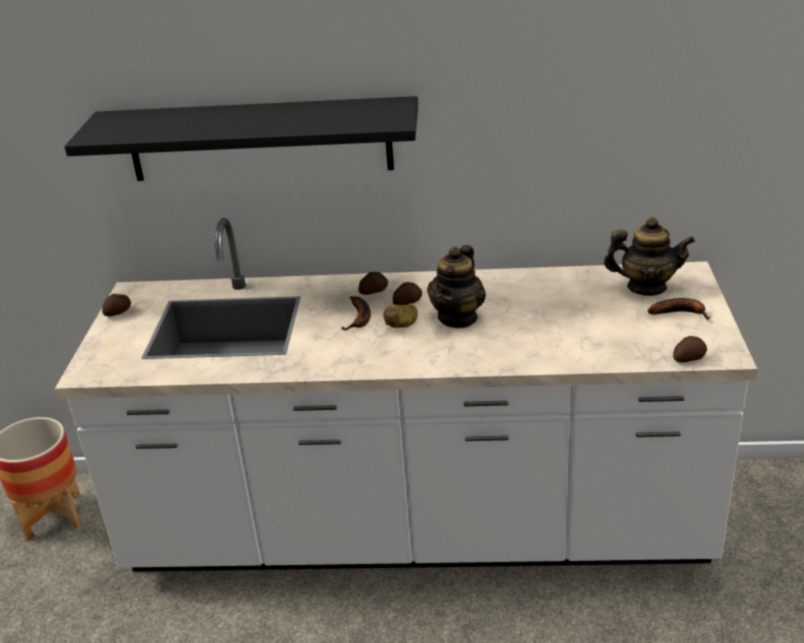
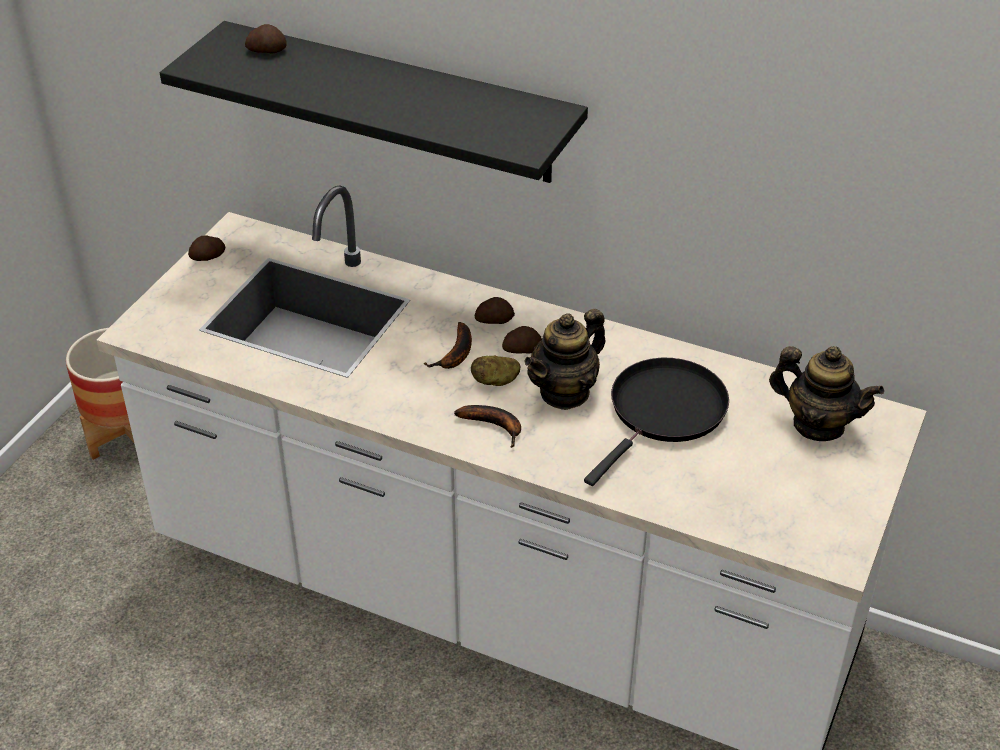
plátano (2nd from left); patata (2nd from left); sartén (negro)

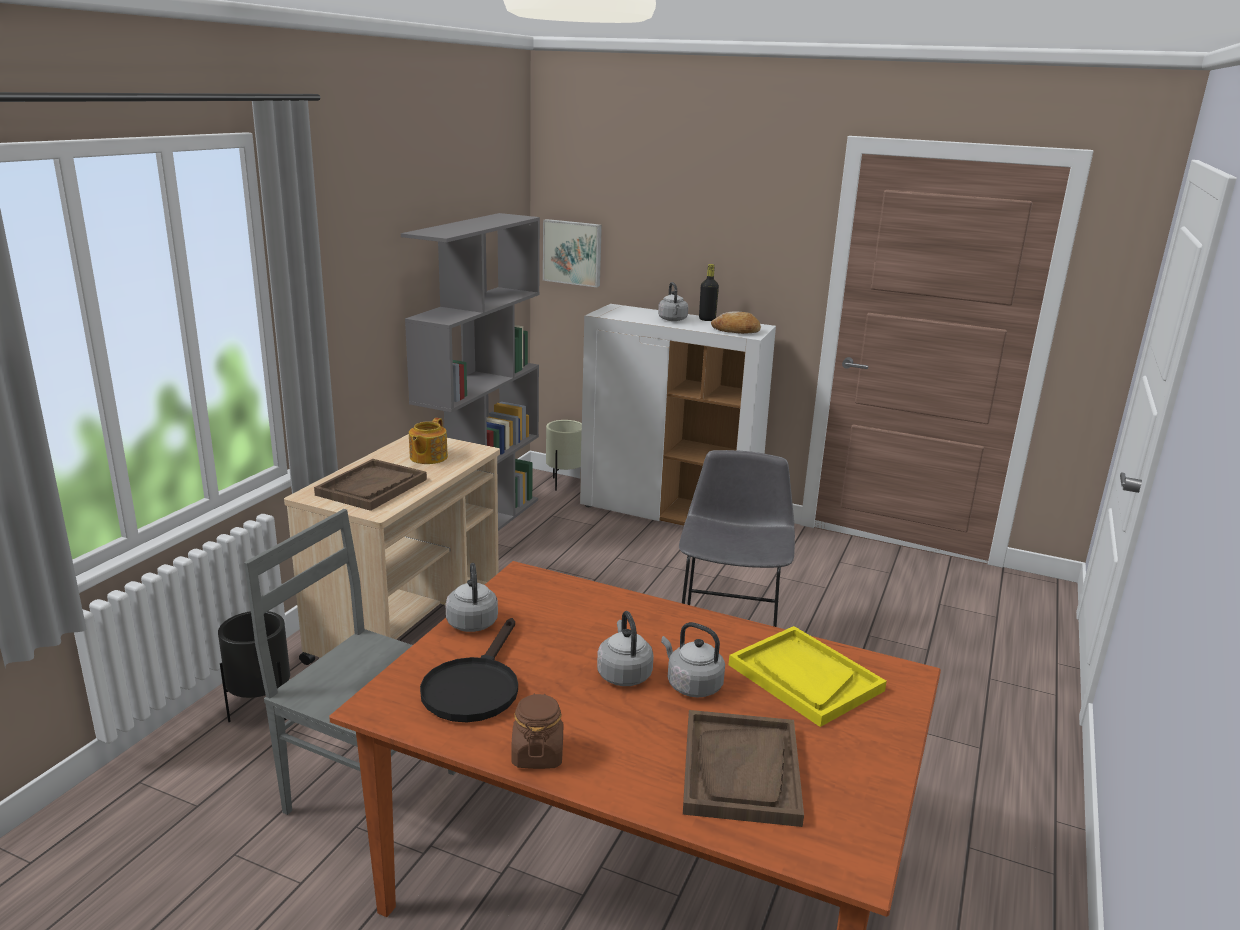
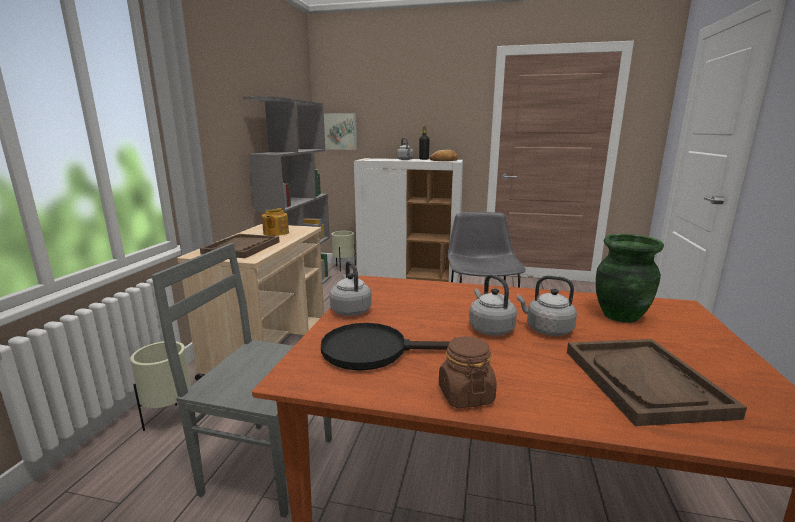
maceta (beis) (1st from left); sartén (negro); florero (verde)

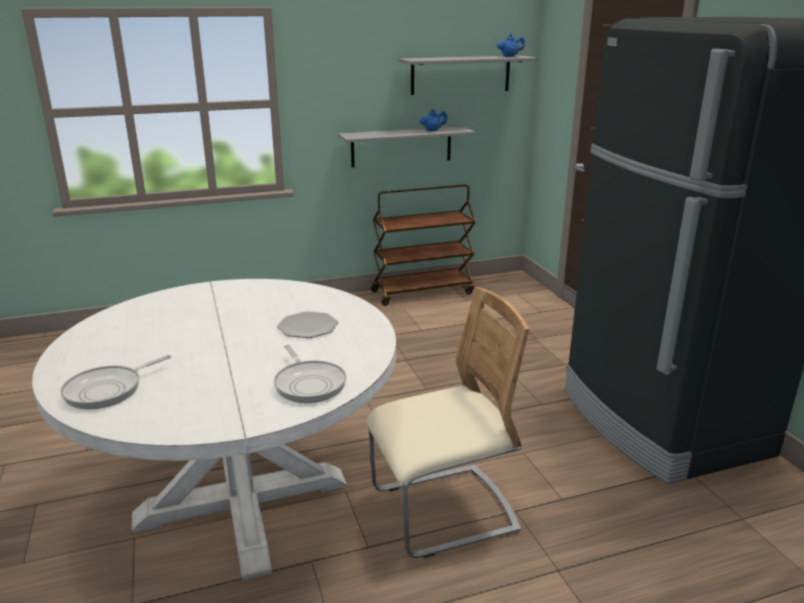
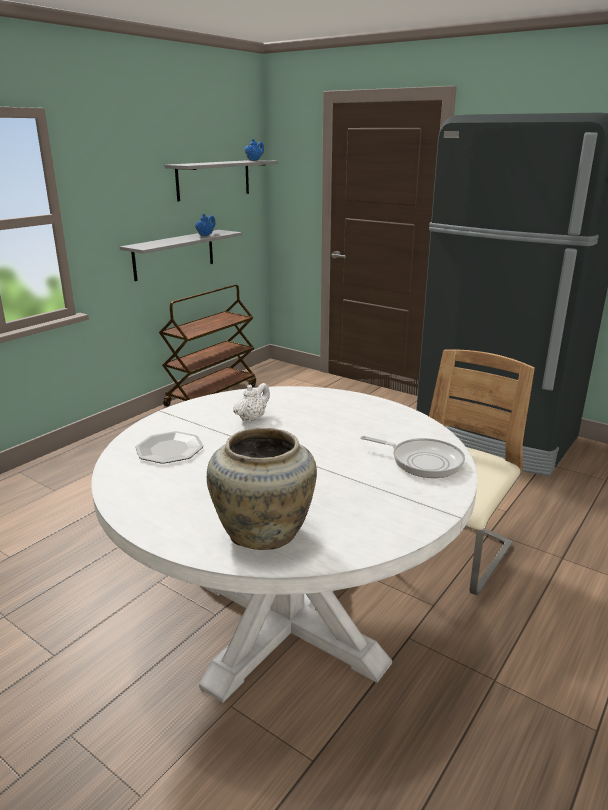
plato; florero (beis); tetera (blanco)

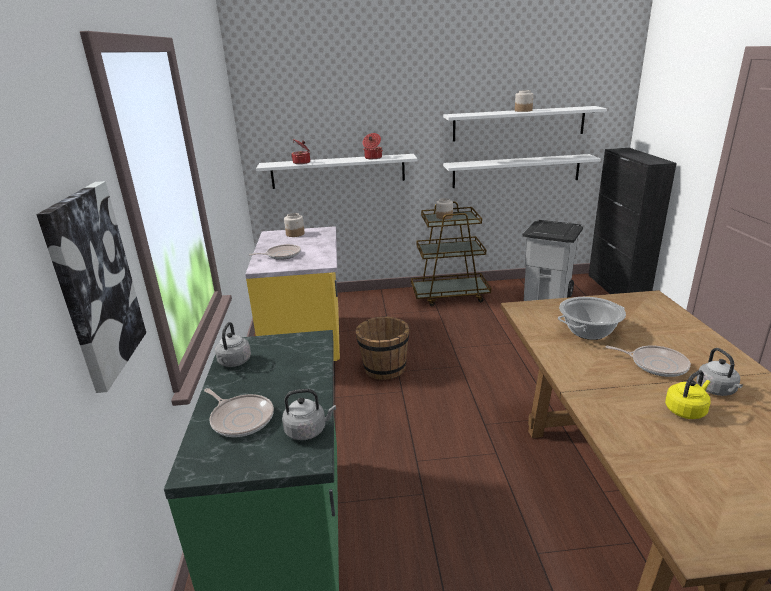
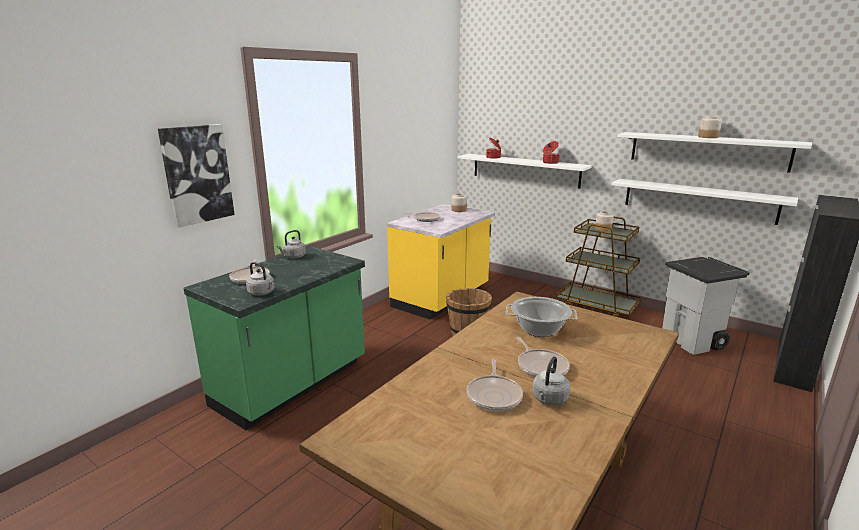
sartén (3rd from left)

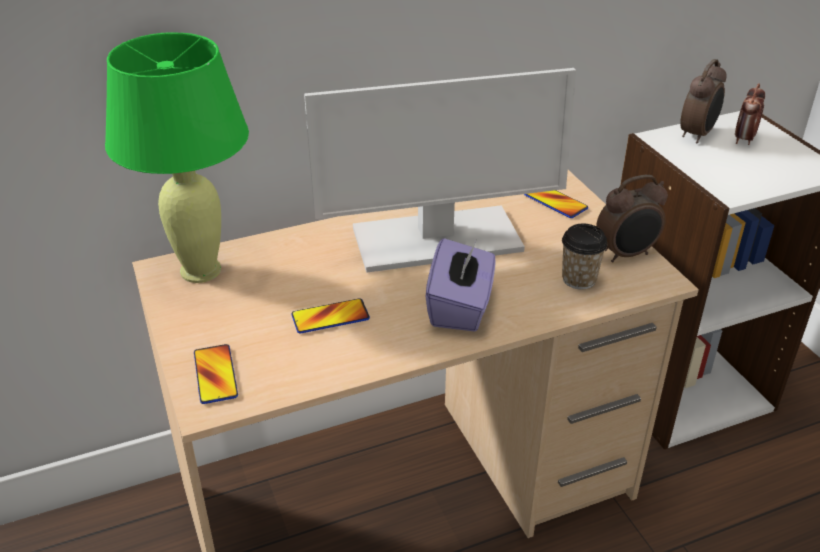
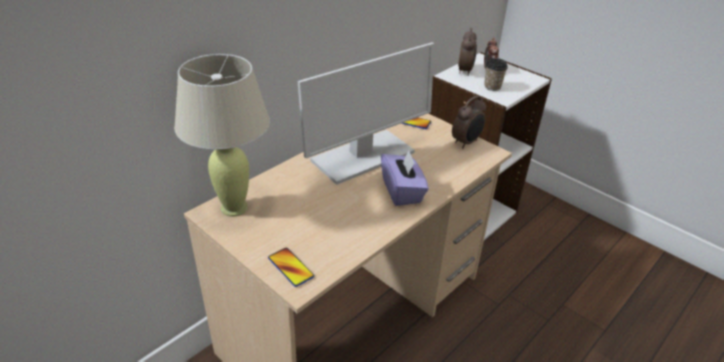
lámpara de mesa (beis); taza; móvil (2nd from left in the first image)

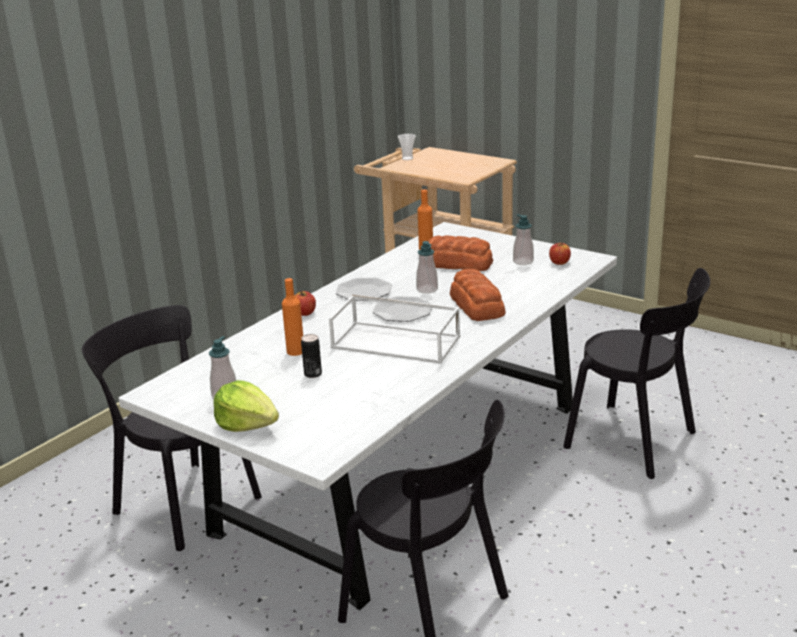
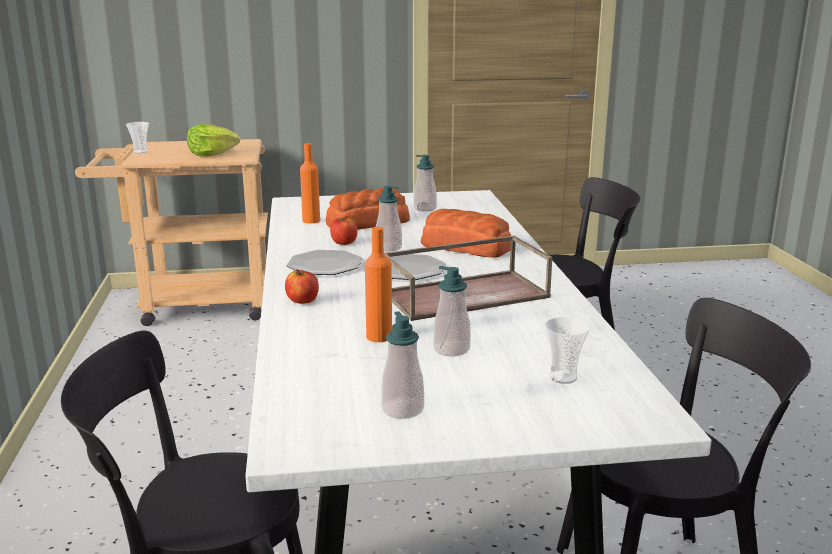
manzana (2nd from left); bandeja (marrón); dispensador de jabón (4th from left); lechuga; taza (2nd from left)

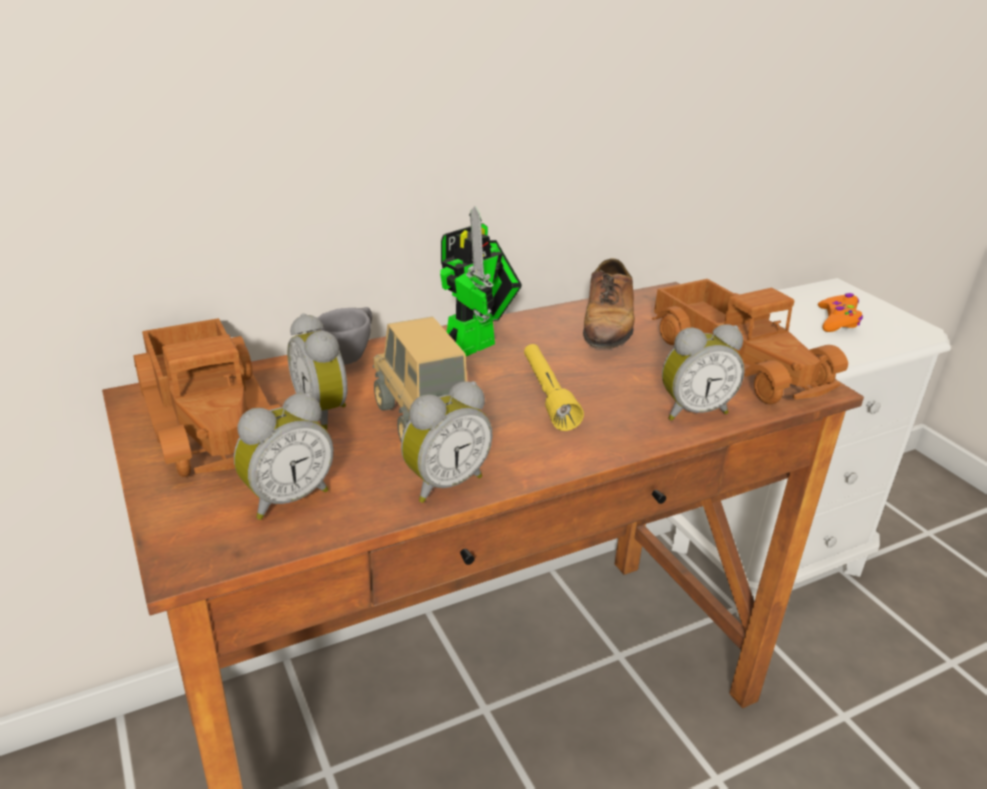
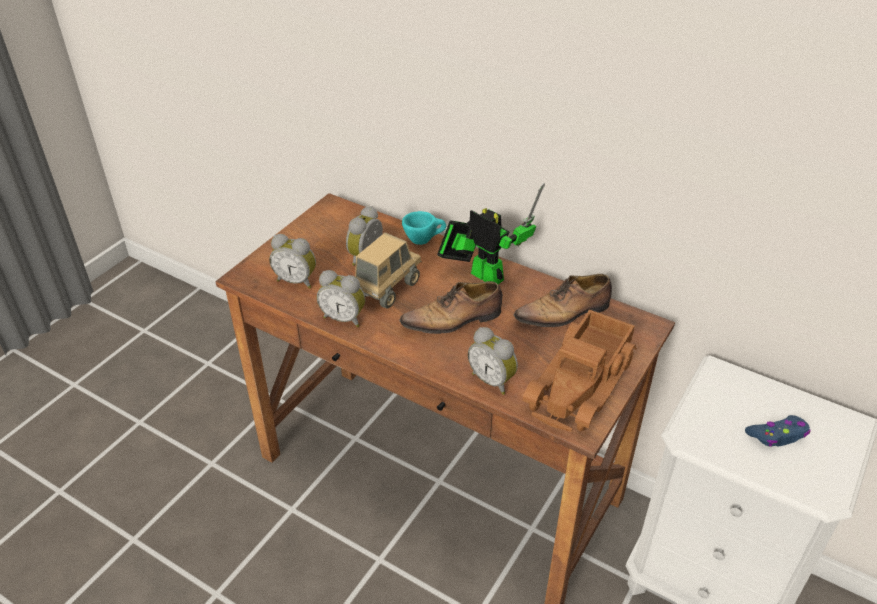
robot de juguete; mando de consola (azul); taza (turquesa); camión de juguete (1st from left in the first image); zapato (1st from left)

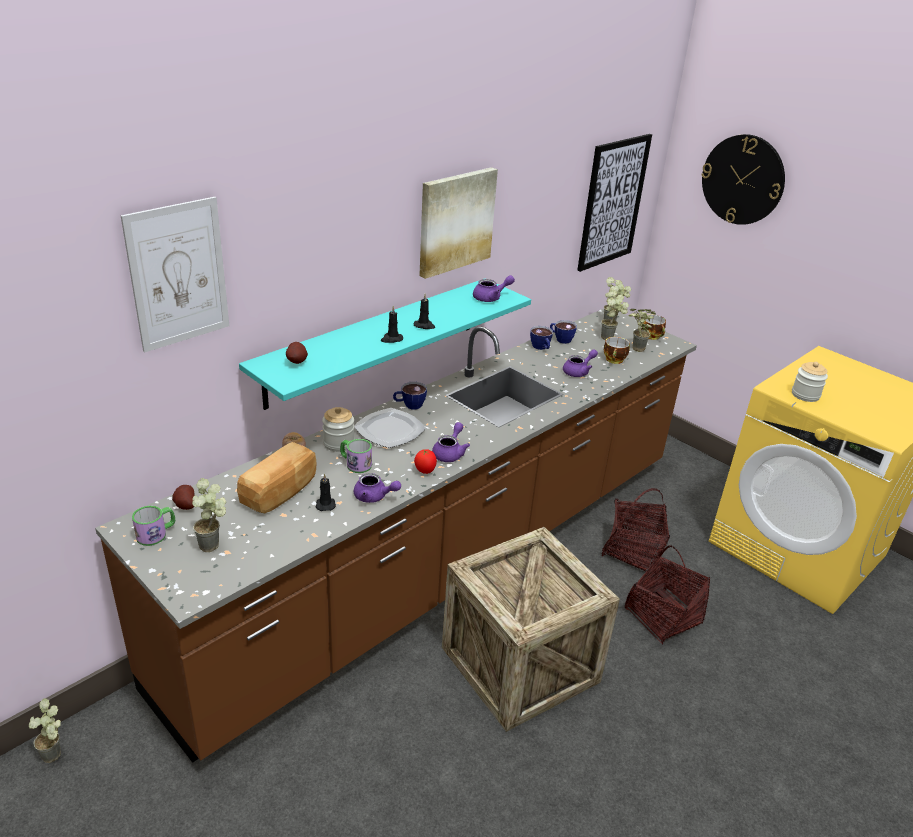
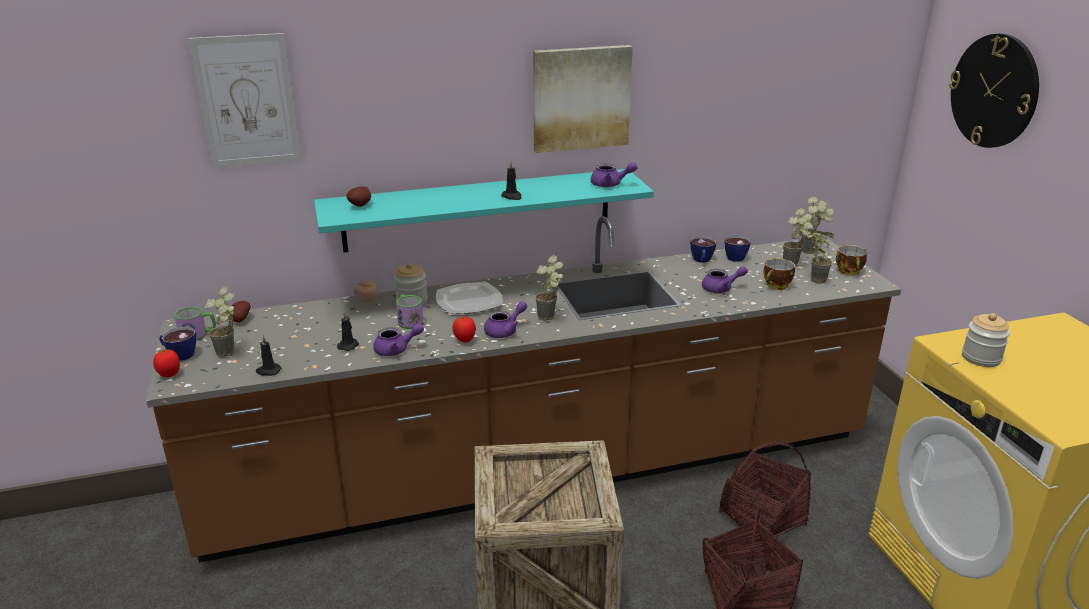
cuadro (3rd from left in the first image); vela (negro) (1st from left); taza (1st from left); pan; tetera (morado) (1st from left); planta en maceta (2nd from left); tomate (1st from left)

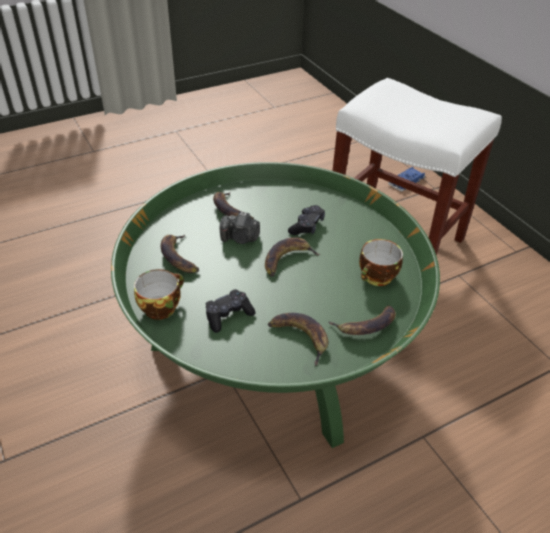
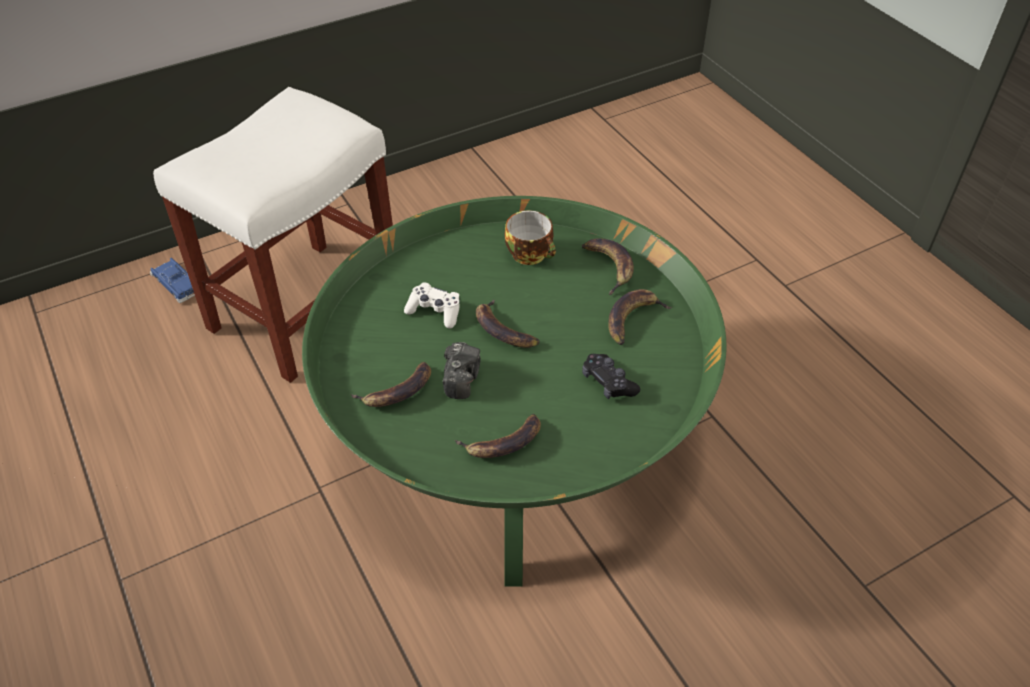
mando de consola (blanco); taza (1st from left in the first image)

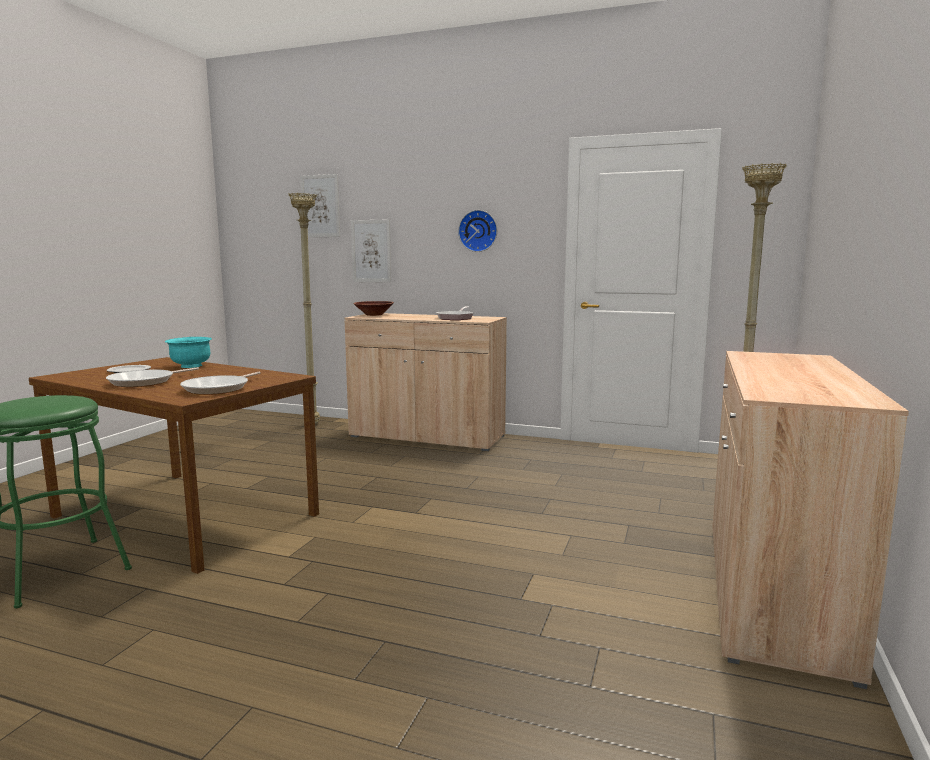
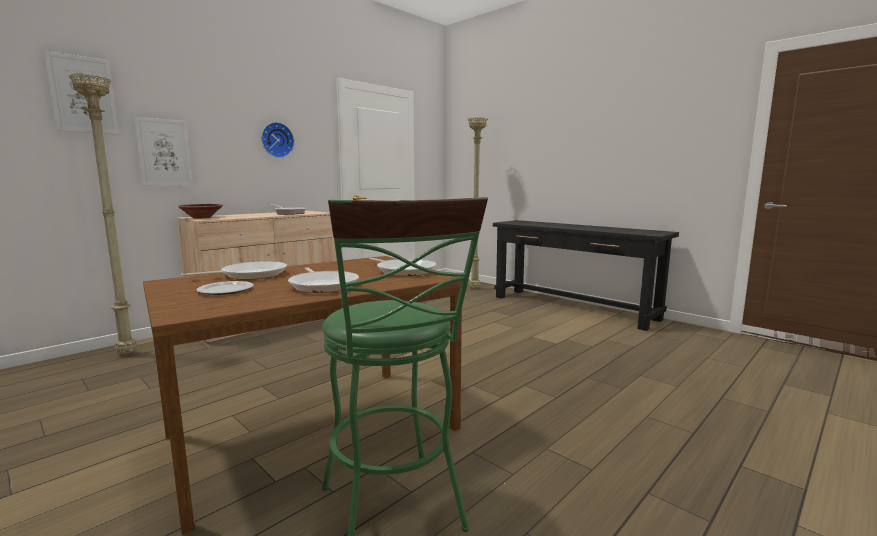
sartén (1st from left); mesa consola (negro)

